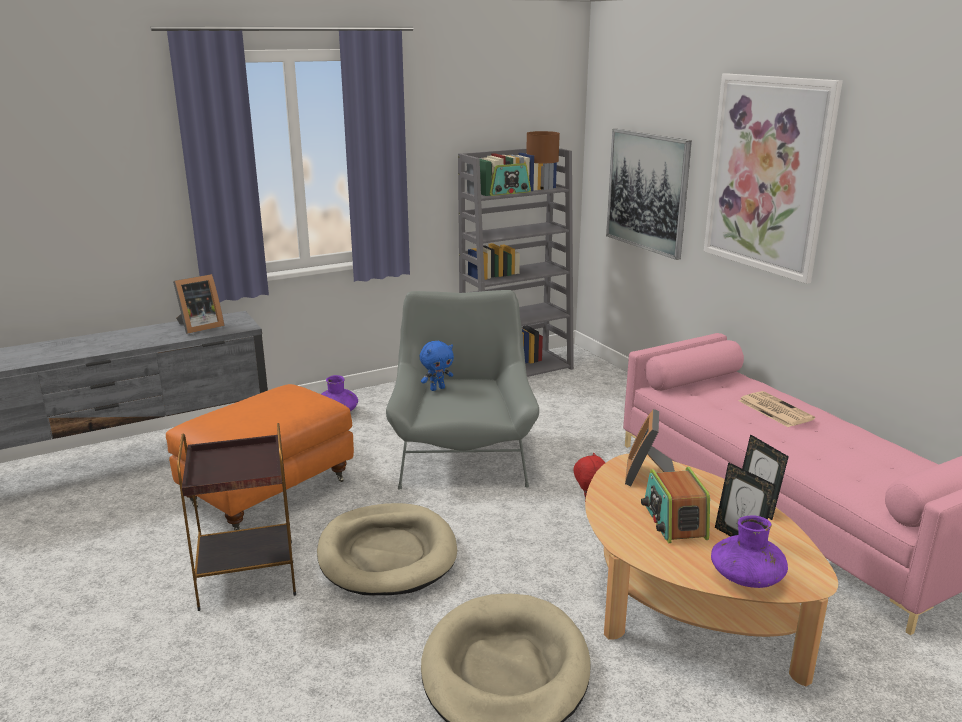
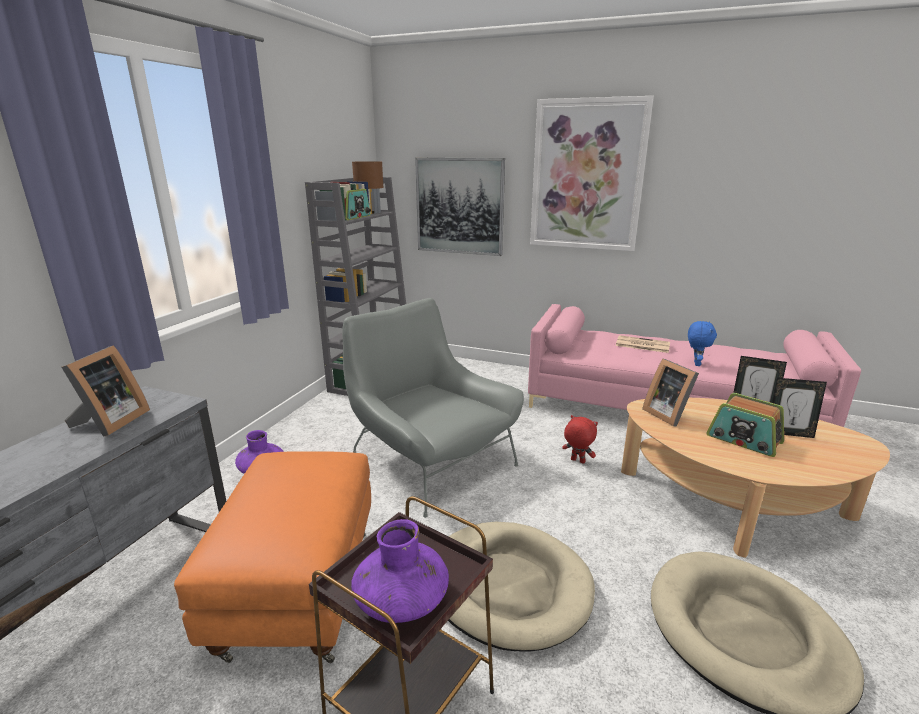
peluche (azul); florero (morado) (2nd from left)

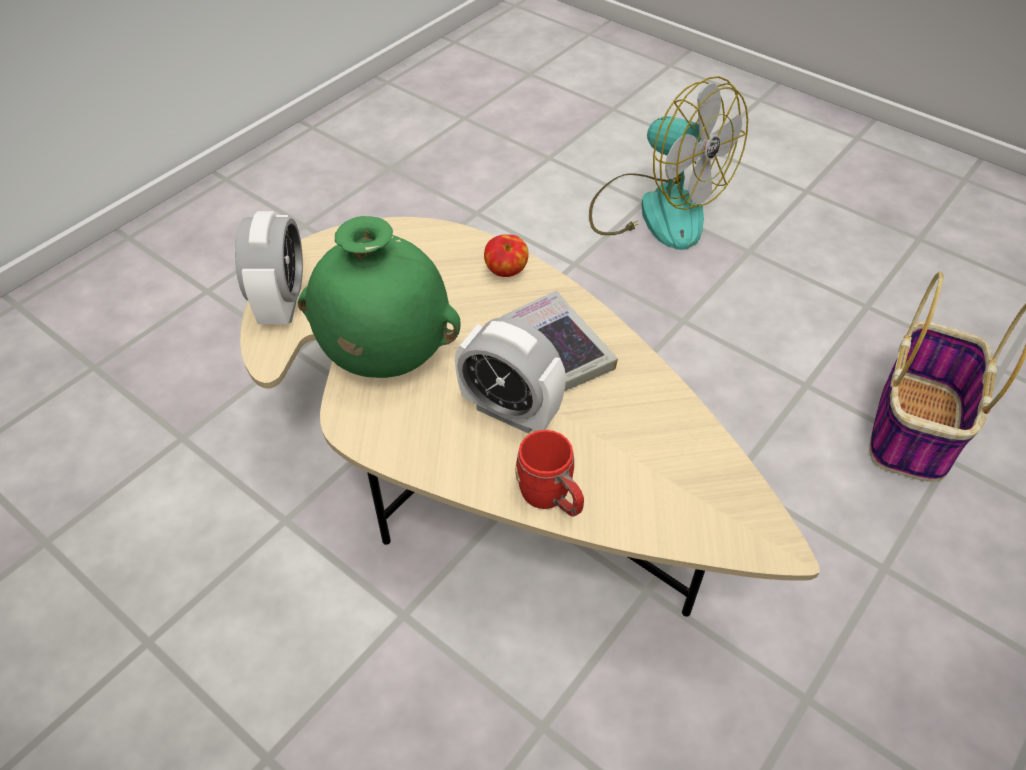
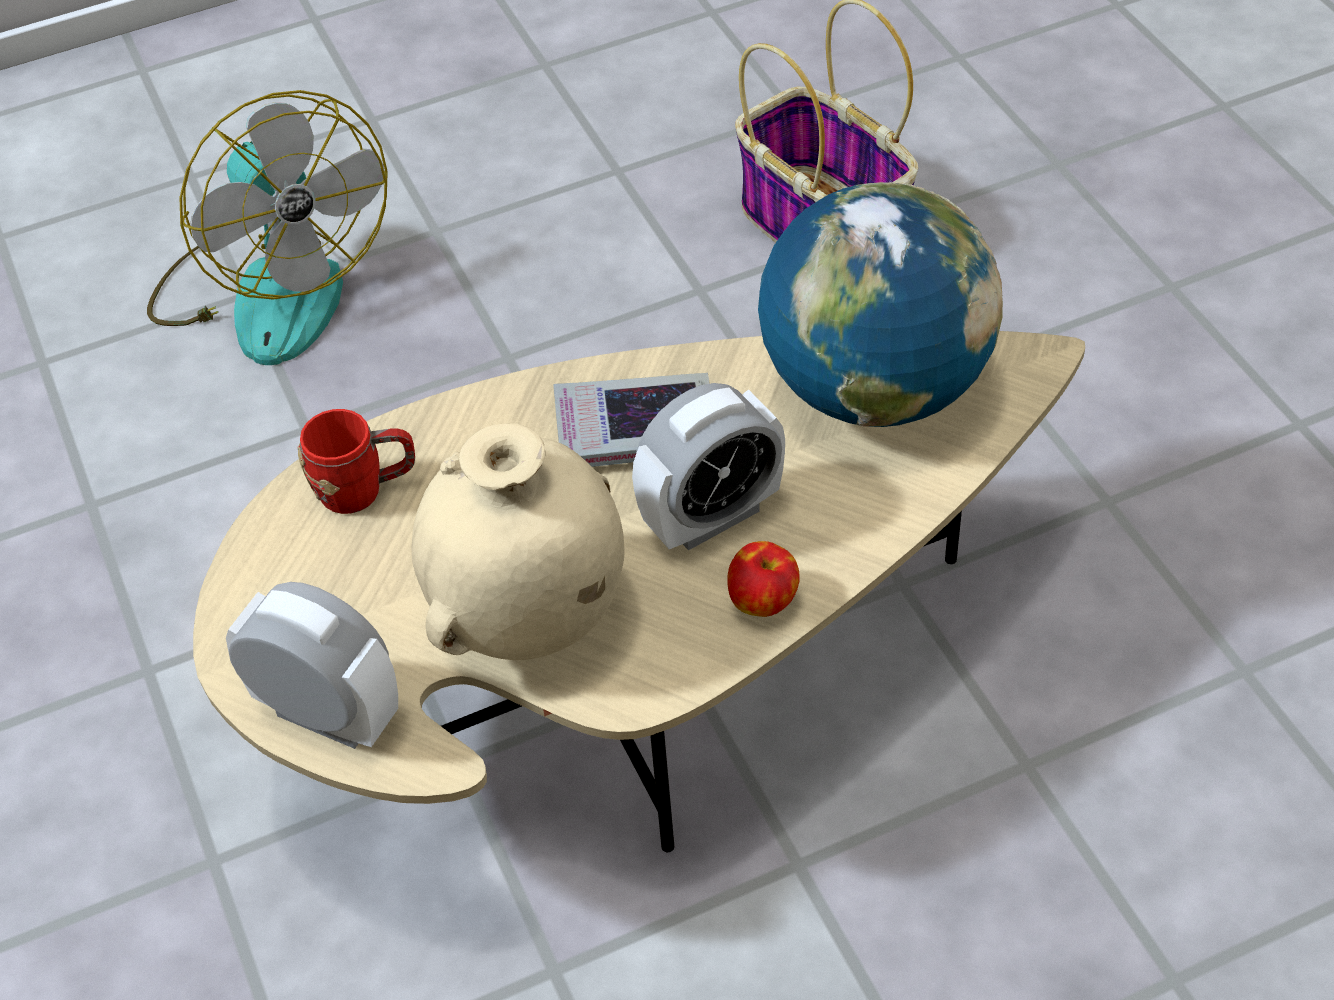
ventilador; florero (beis); manzana; taza grande (rojo); globo terráqueo

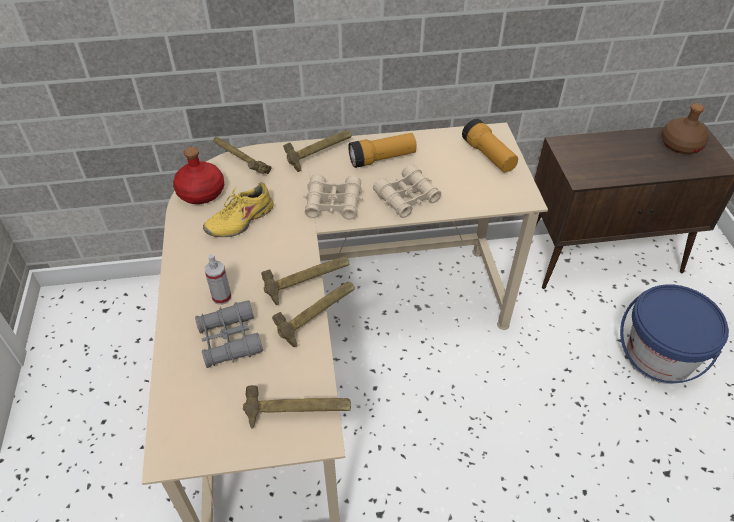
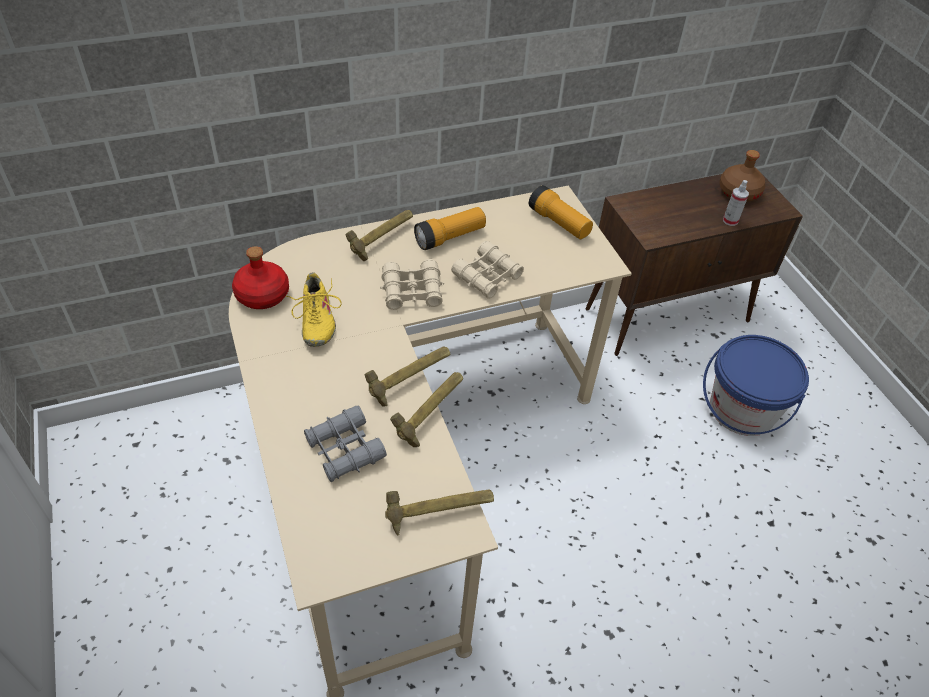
martillo (1st from left in the first image); zapato (amarillo); pulverizador

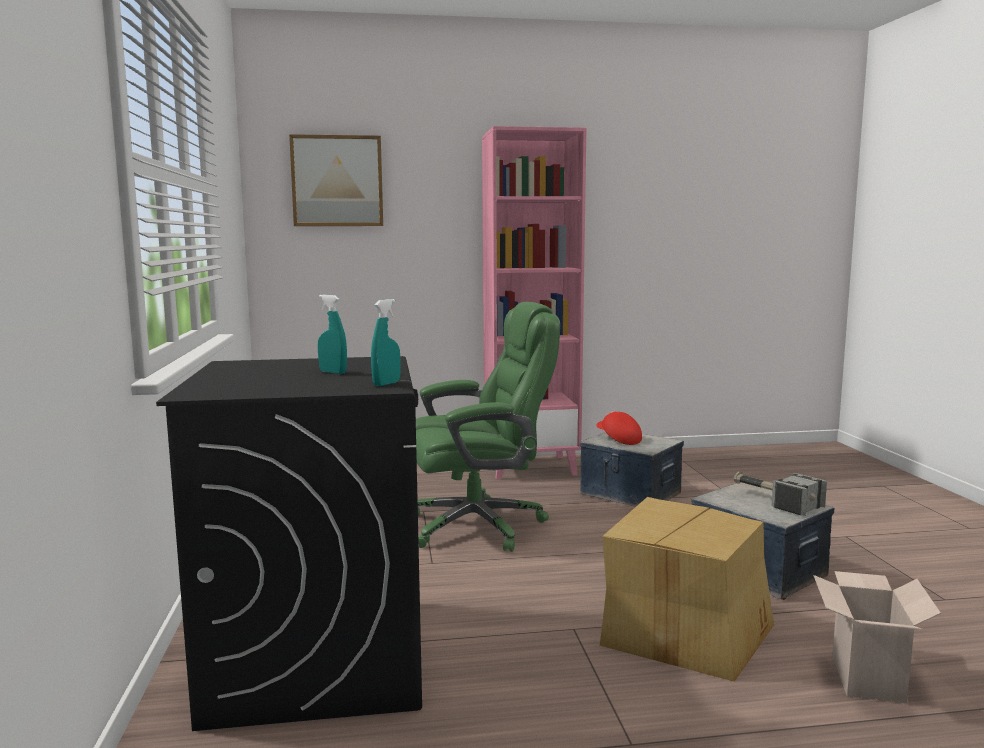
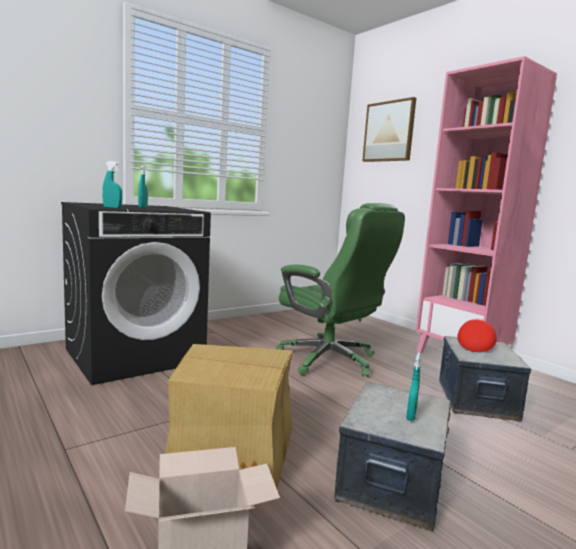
pulverizador (turquesa) (3rd from left)

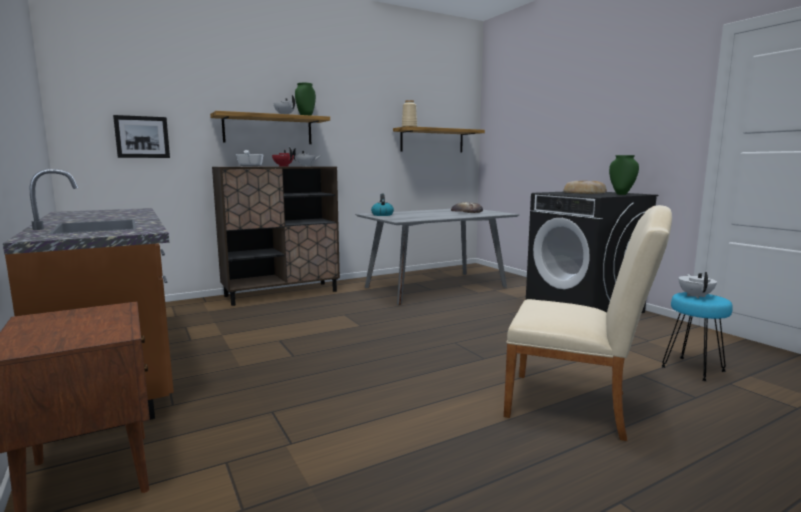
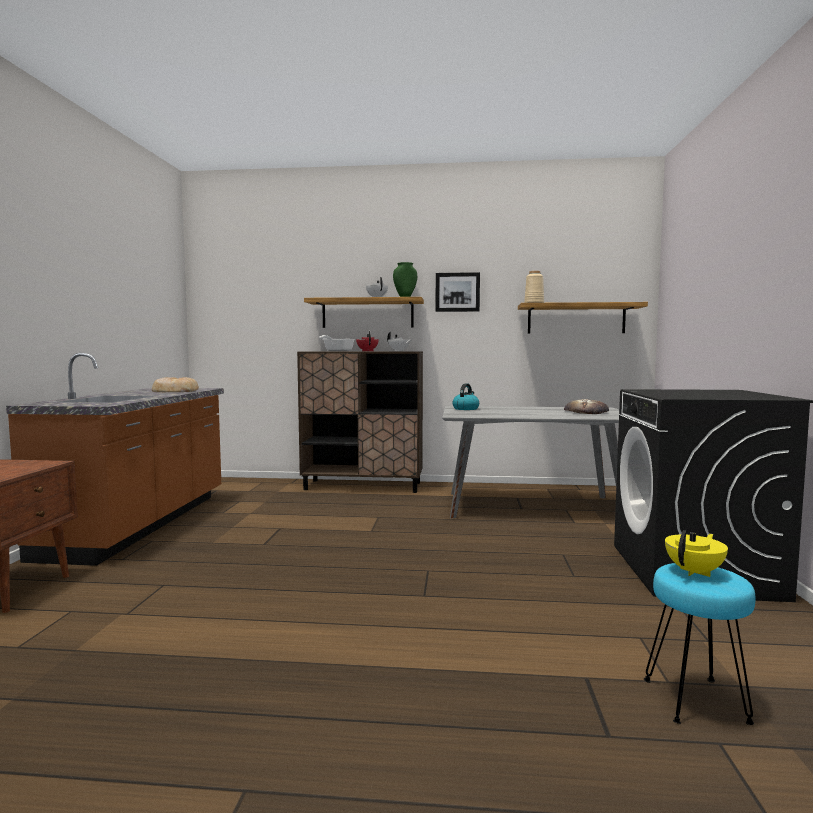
cuadro; florero (verde) (2nd from left in the first image); pan (1st from left); silla (beis); tetera (amarillo)

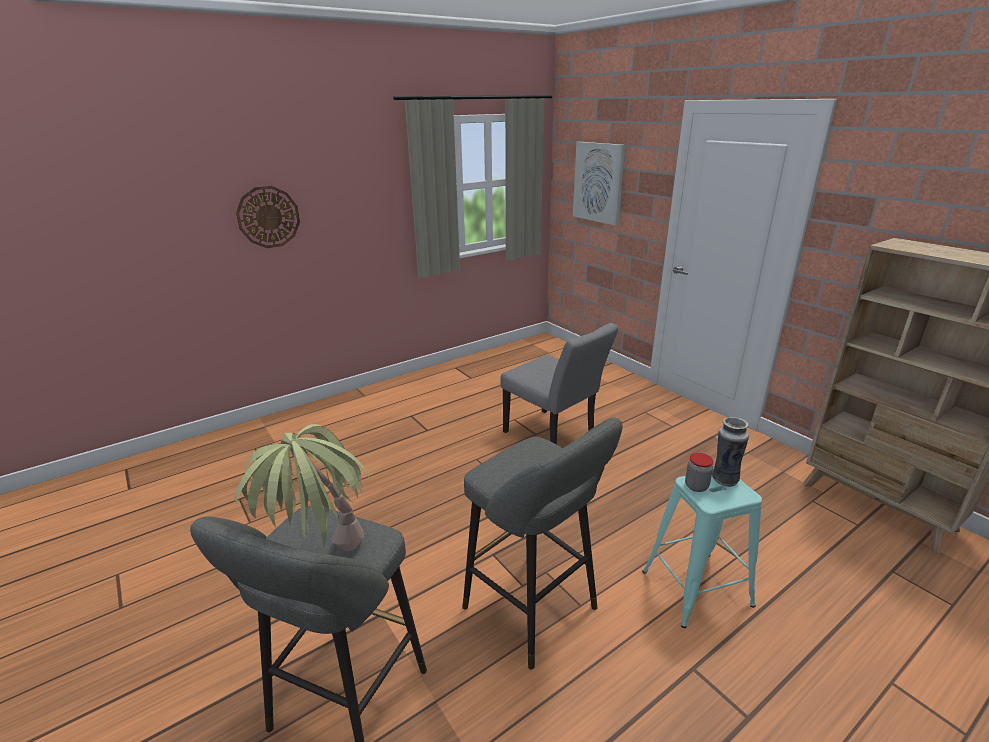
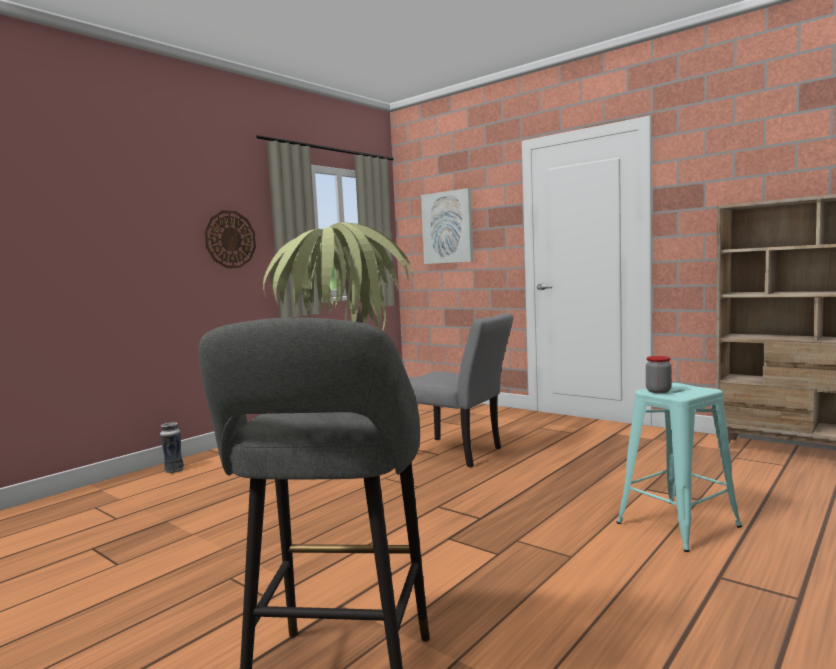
reloj de pared; taburete (gris) (2nd from left in the first image); florero

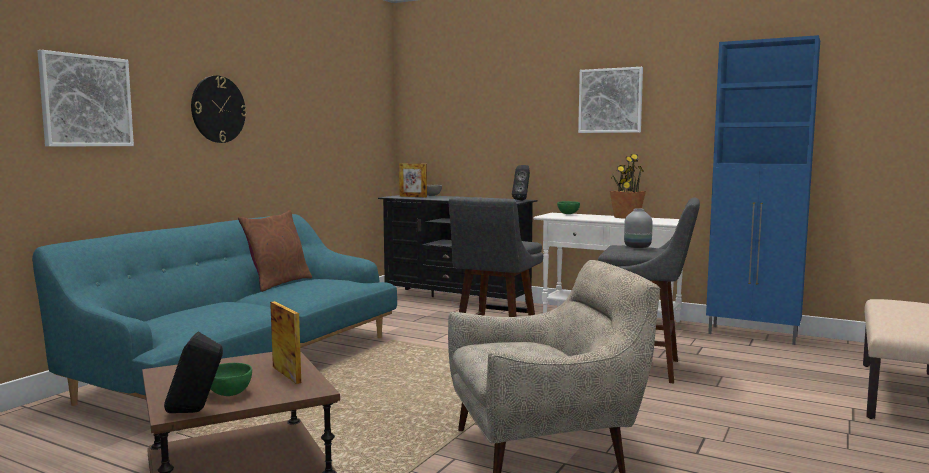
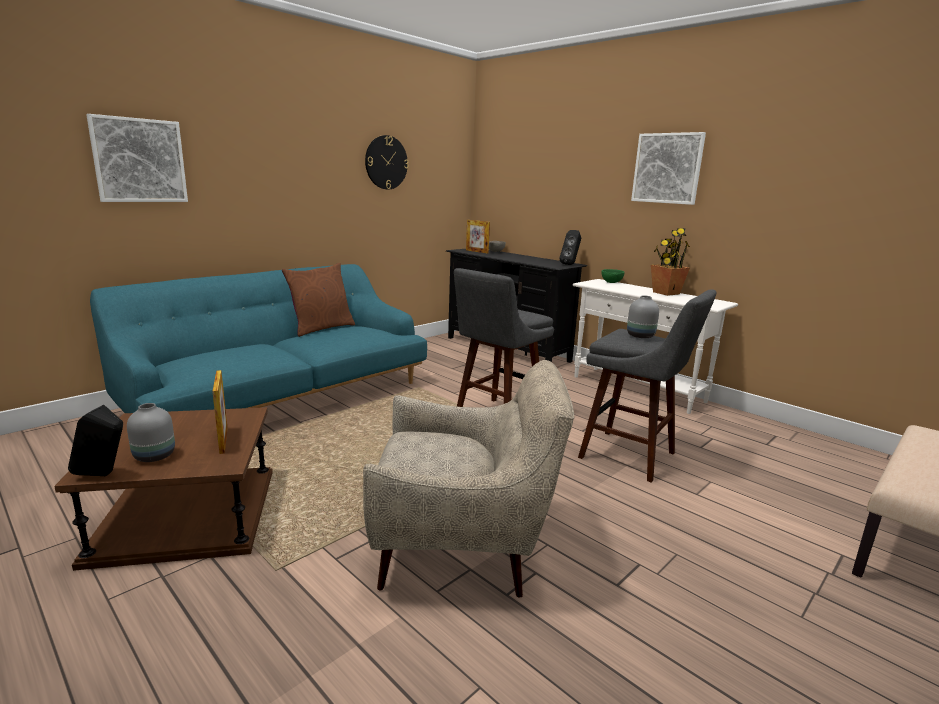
armario (azul); reloj de pared; florero (gris) (1st from left)

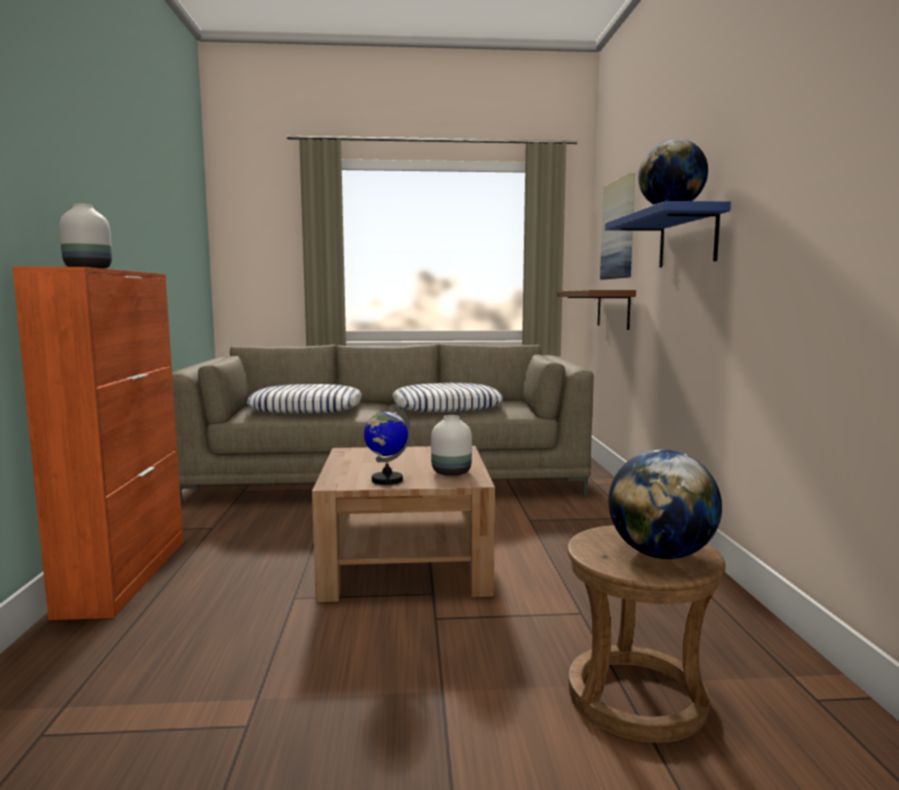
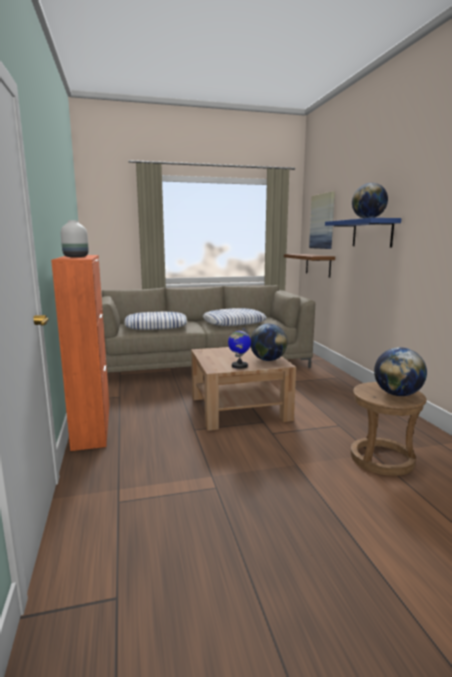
globo terráqueo (2nd from left)

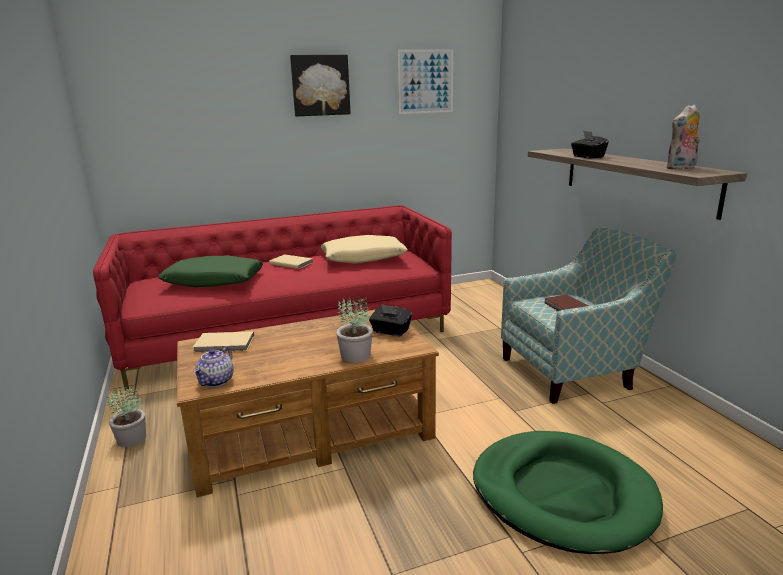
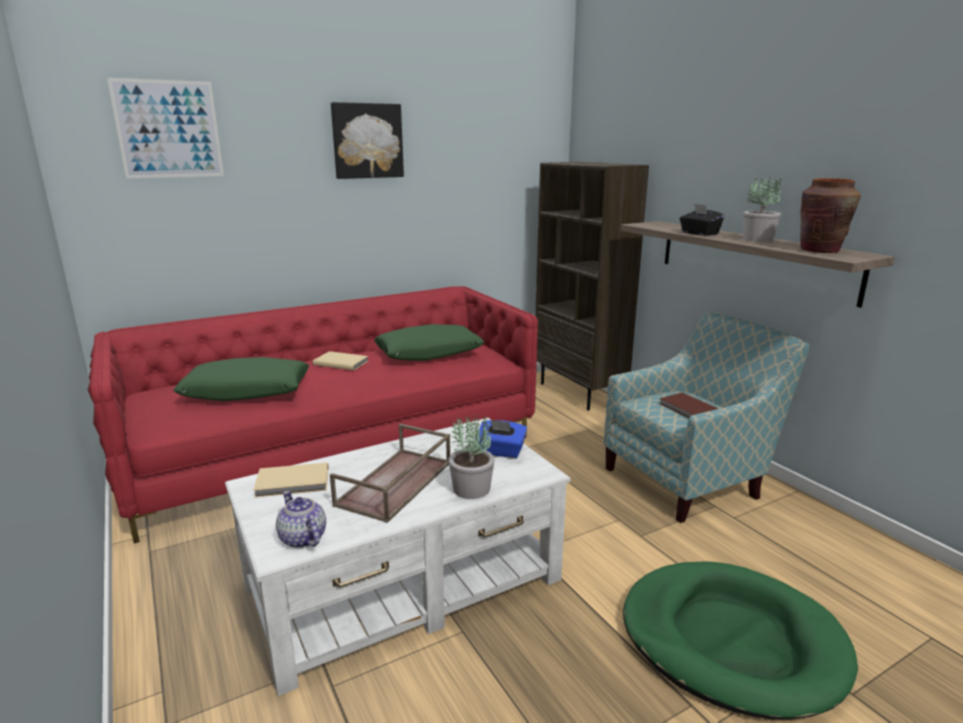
cuadro (1st from left); florero (marrón); cojín (verde) (2nd from left); caja de pañuelos (azul); mesa de centro (blanco); tetera; planta en maceta (2nd from left); estantería (marrón); bandeja (marrón)

